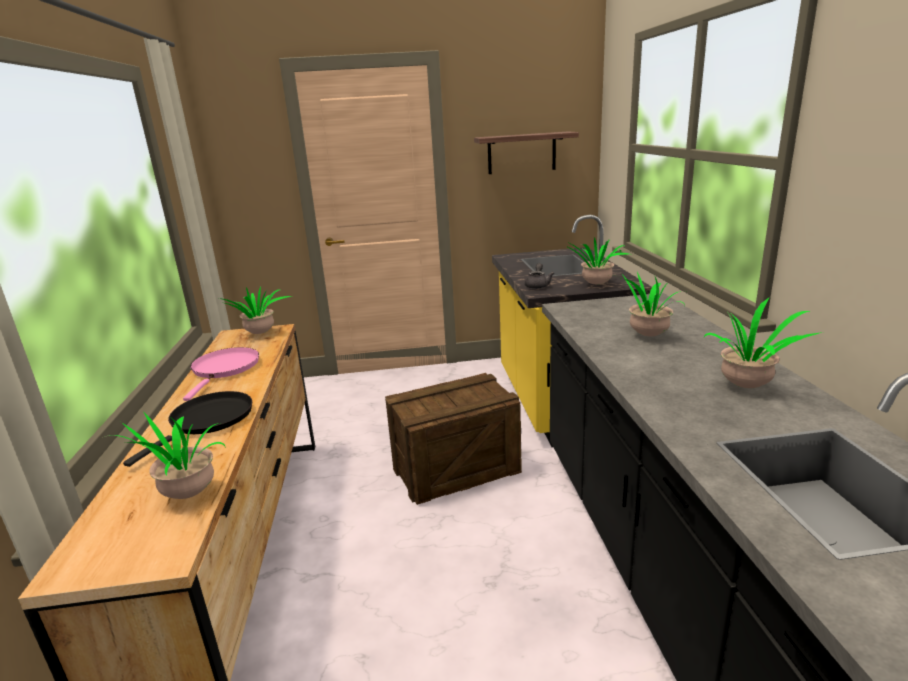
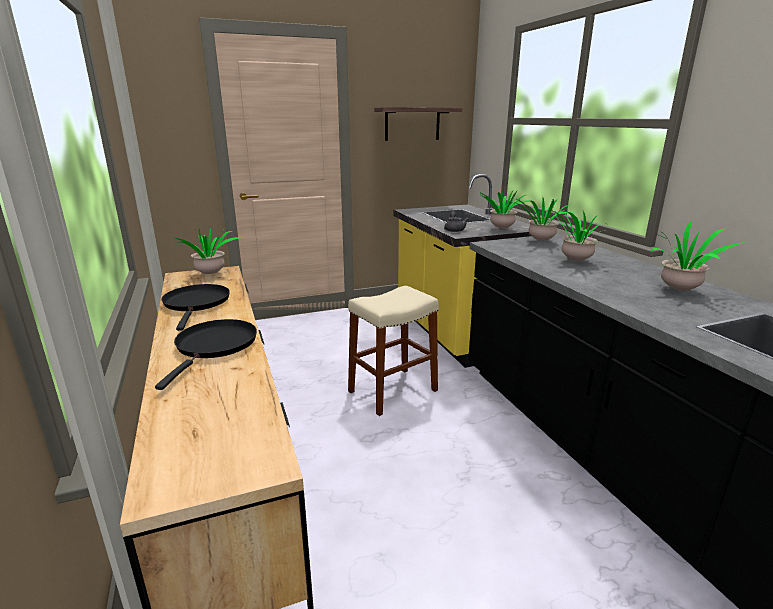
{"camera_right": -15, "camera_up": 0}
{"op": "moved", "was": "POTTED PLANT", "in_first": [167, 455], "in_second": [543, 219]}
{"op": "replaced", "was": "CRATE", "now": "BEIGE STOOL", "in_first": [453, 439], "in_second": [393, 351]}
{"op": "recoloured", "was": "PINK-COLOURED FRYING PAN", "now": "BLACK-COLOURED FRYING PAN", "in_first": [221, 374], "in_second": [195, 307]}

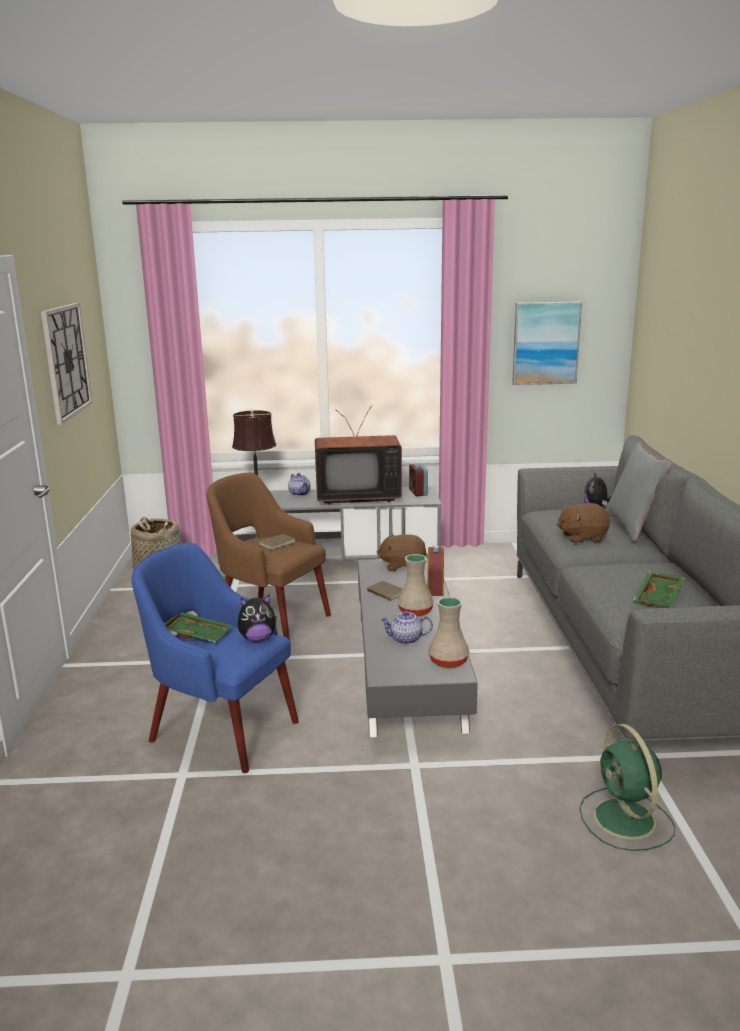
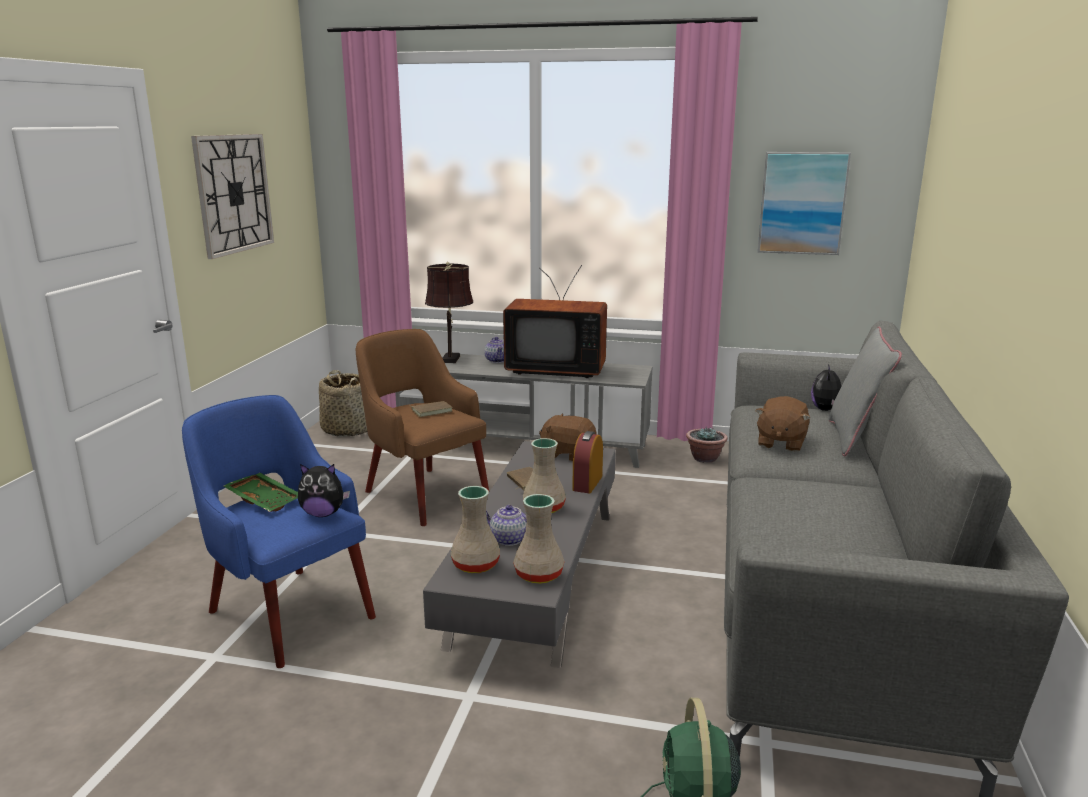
{"camera_right": 15, "camera_up": 0}
{"op": "removed", "was": "BEDSIDE CLOCK", "in_first": [418, 479]}
{"op": "removed", "was": "GREEN-COLOURED CARRYING TRAY", "in_first": [658, 588]}
{"op": "added", "now": "BEIGE DECORATIVE VASE", "in_second": [475, 529]}
{"op": "added", "now": "POTTED PLANT", "in_second": [707, 444]}
{"op": "turned", "was": "BROWN CUDDLY TOY", "in_first": [583, 523], "in_second": [782, 424], "clockwise": -75}

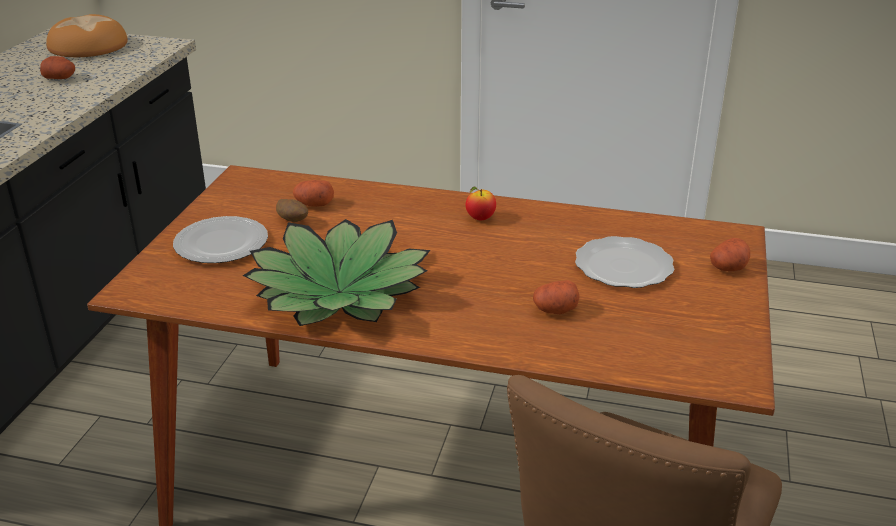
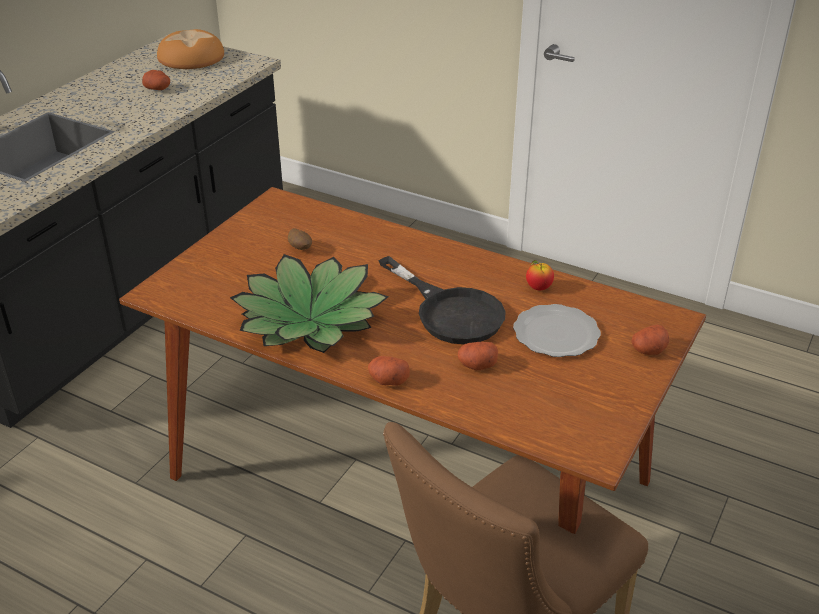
{"camera_right": 15, "camera_up": 5}
{"op": "removed", "was": "FLAT DISH", "in_first": [220, 239]}
{"op": "added", "now": "BLACK-COLOURED FRYING PAN", "in_second": [442, 300]}
{"op": "moved", "was": "SPUD", "in_first": [313, 193], "in_second": [389, 370]}
{"op": "moved", "was": "WHOLE APPLE", "in_first": [481, 203], "in_second": [540, 275]}

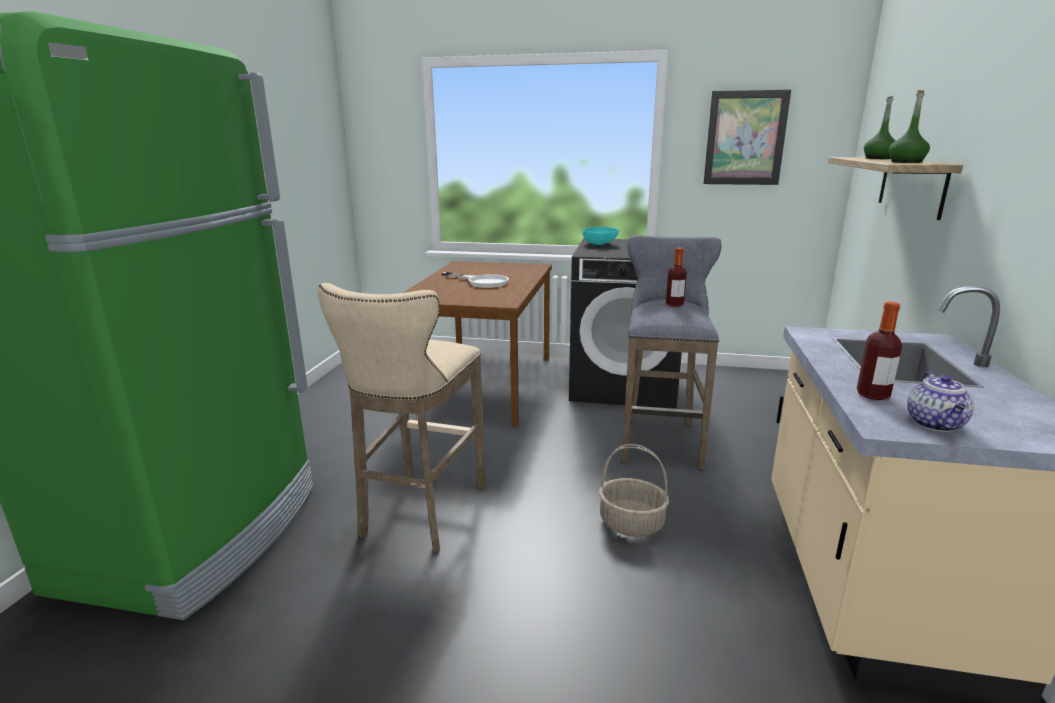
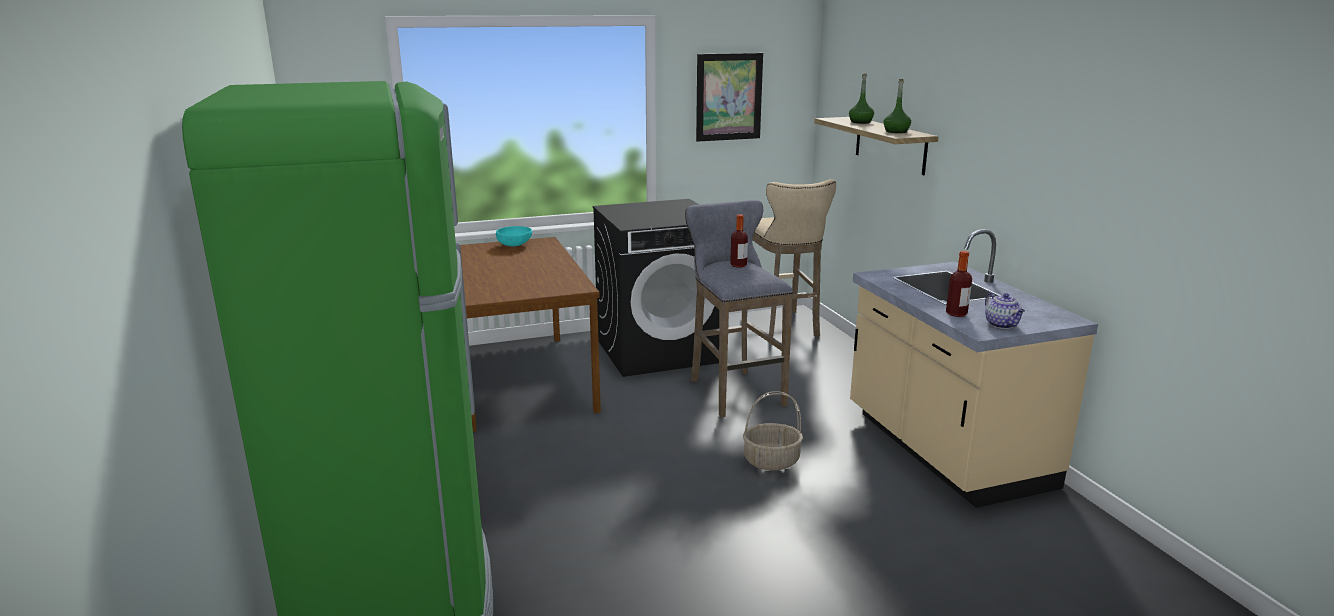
{"camera_right": -30, "camera_up": 0}
{"op": "removed", "was": "WHITE FRYING PAN", "in_first": [475, 280]}
{"op": "moved", "was": "BEIGE STOOL", "in_first": [402, 417], "in_second": [791, 258]}
{"op": "moved", "was": "BLUE-GREEN SERVING BOWL", "in_first": [601, 236], "in_second": [514, 236]}

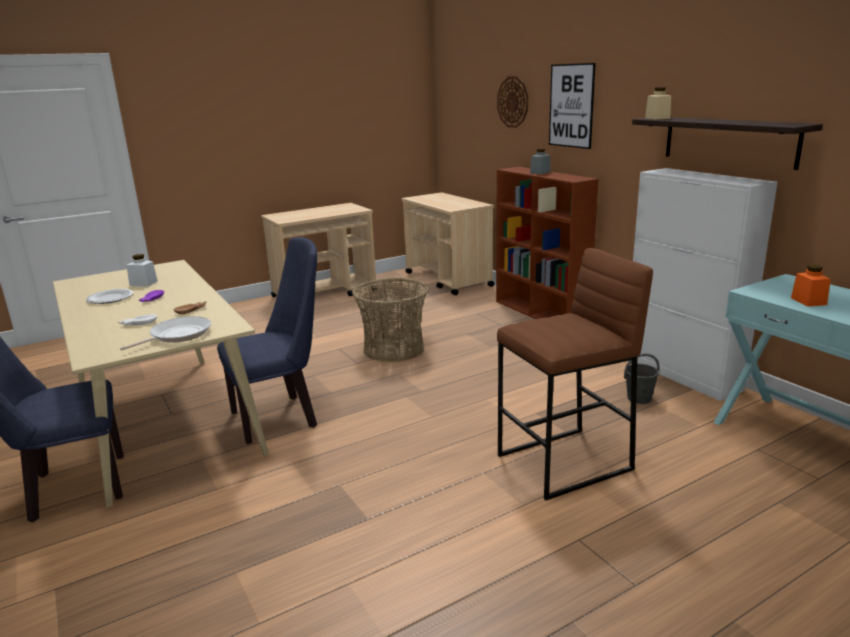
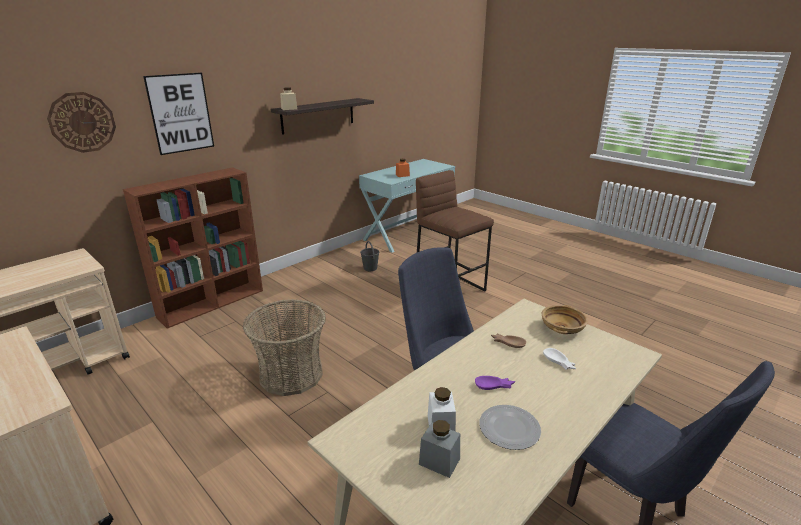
{"camera_right": -105, "camera_up": 5}
{"op": "removed", "was": "WHITE STORAGE CABINET", "in_first": [705, 284]}
{"op": "moved", "was": "GREY PRESERVE JAR", "in_first": [540, 161], "in_second": [439, 449]}
{"op": "replaced", "was": "FRYING PAN", "now": "BEIGE SERVING BOWL", "in_first": [165, 333], "in_second": [564, 319]}

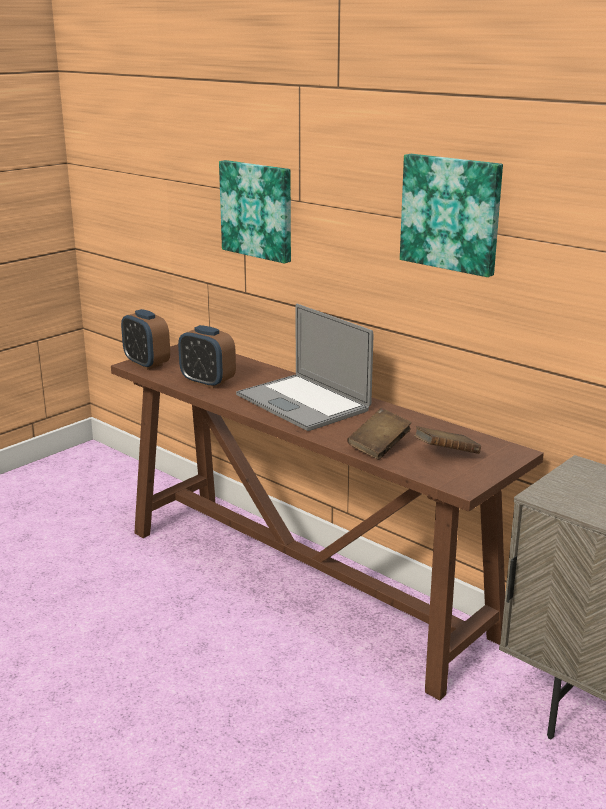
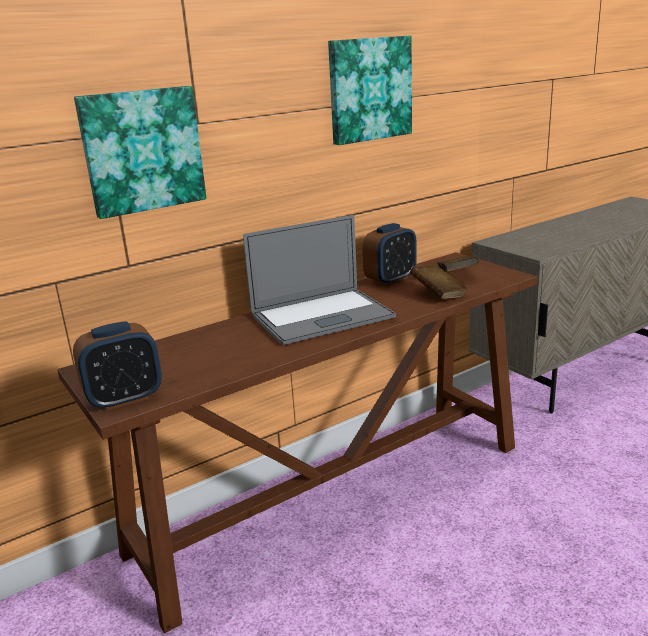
{"camera_right": -75, "camera_up": 0}
{"op": "moved", "was": "BEDSIDE CLOCK", "in_first": [207, 356], "in_second": [389, 254]}

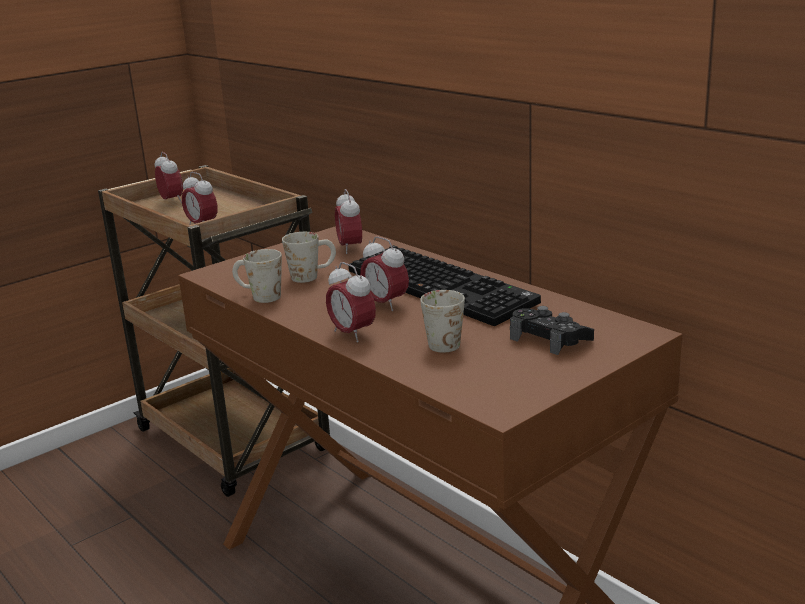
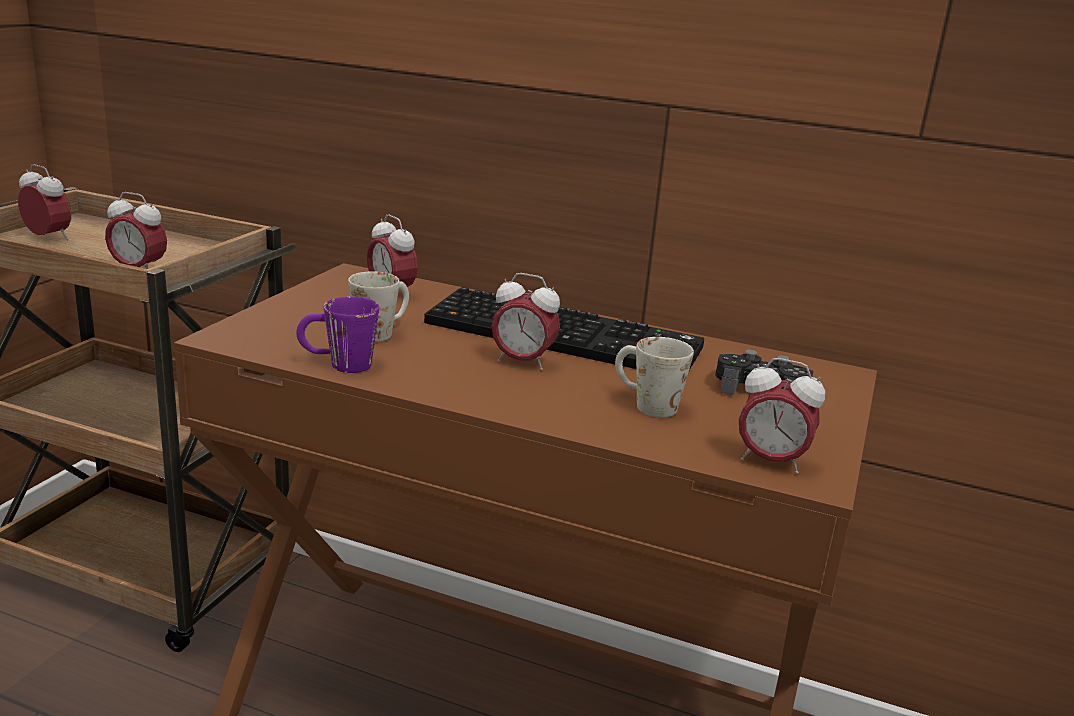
{"camera_right": -30, "camera_up": 0}
{"op": "moved", "was": "BEDSIDE CLOCK", "in_first": [351, 302], "in_second": [782, 416]}
{"op": "recoloured", "was": "WHITE MUG", "now": "PURPLE MUG", "in_first": [257, 276], "in_second": [337, 334]}

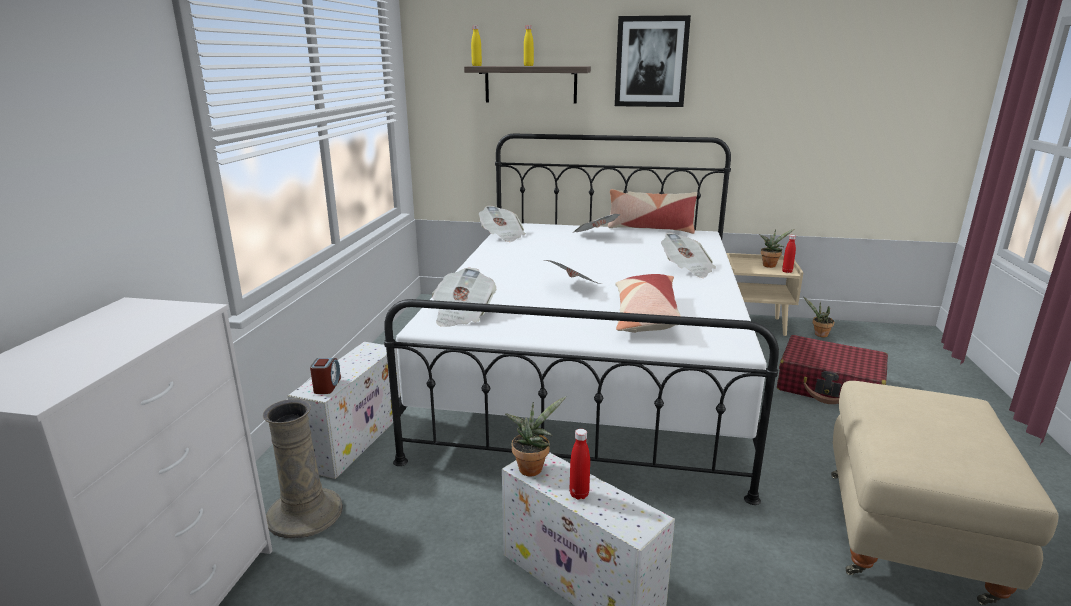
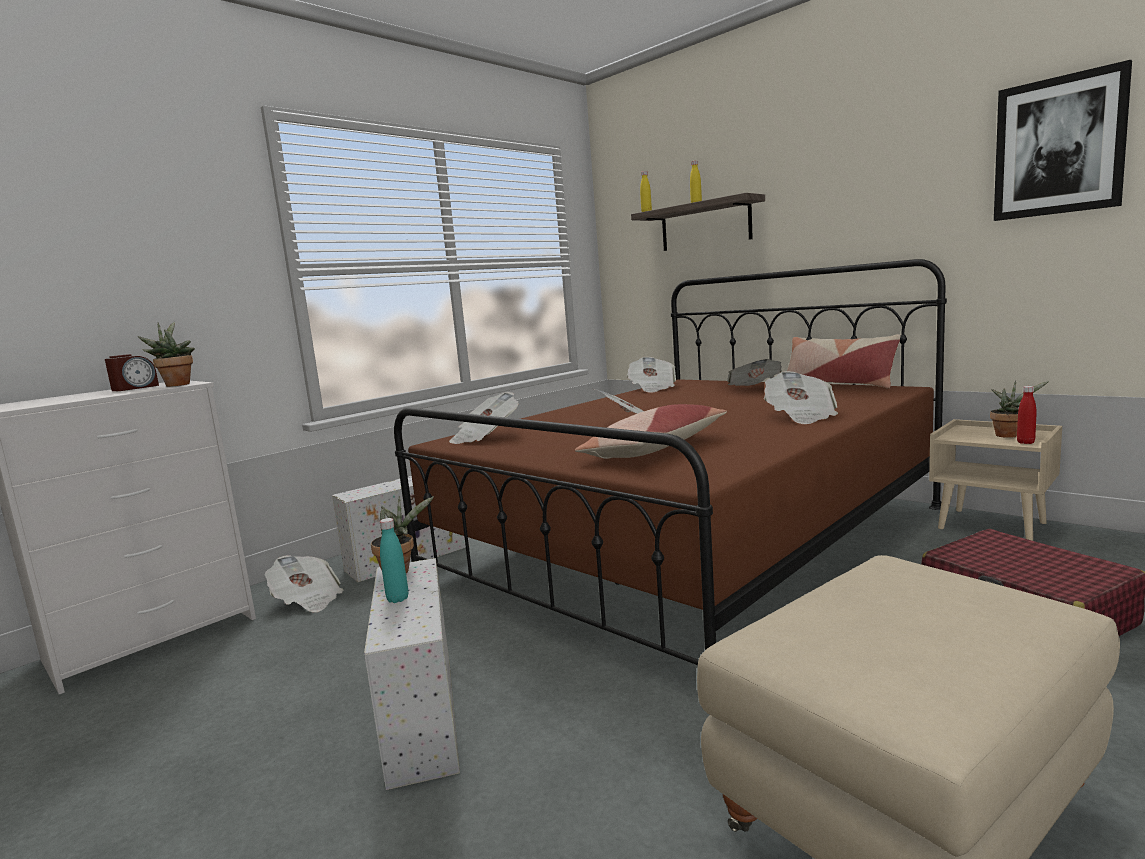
{"camera_right": 35, "camera_up": -10}
{"op": "moved", "was": "BEDSIDE CLOCK", "in_first": [325, 376], "in_second": [132, 372]}
{"op": "moved", "was": "PICTURE", "in_first": [653, 61], "in_second": [1063, 140]}
{"op": "moved", "was": "POTTED PLANT", "in_first": [819, 317], "in_second": [166, 354]}
{"op": "replaced", "was": "BEIGE DECORATIVE VASE", "now": "DAILY PAPER", "in_first": [303, 468], "in_second": [304, 583]}
{"op": "recoloured", "was": "WHITE BEDROOM BED", "now": "BROWN BEDROOM BED", "in_first": [581, 319], "in_second": [670, 462]}
{"op": "recoloured", "was": "RED-COLOURED DRINK BOTTLE", "now": "BLUE-GREEN DRINK BOTTLE", "in_first": [580, 464], "in_second": [394, 560]}

